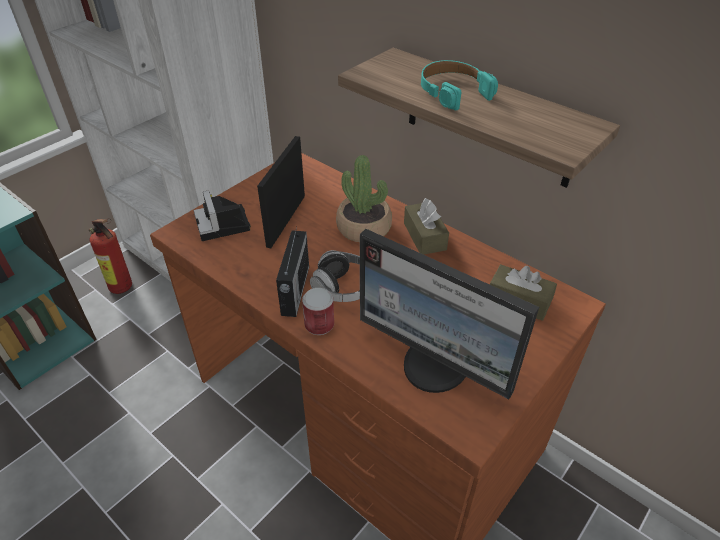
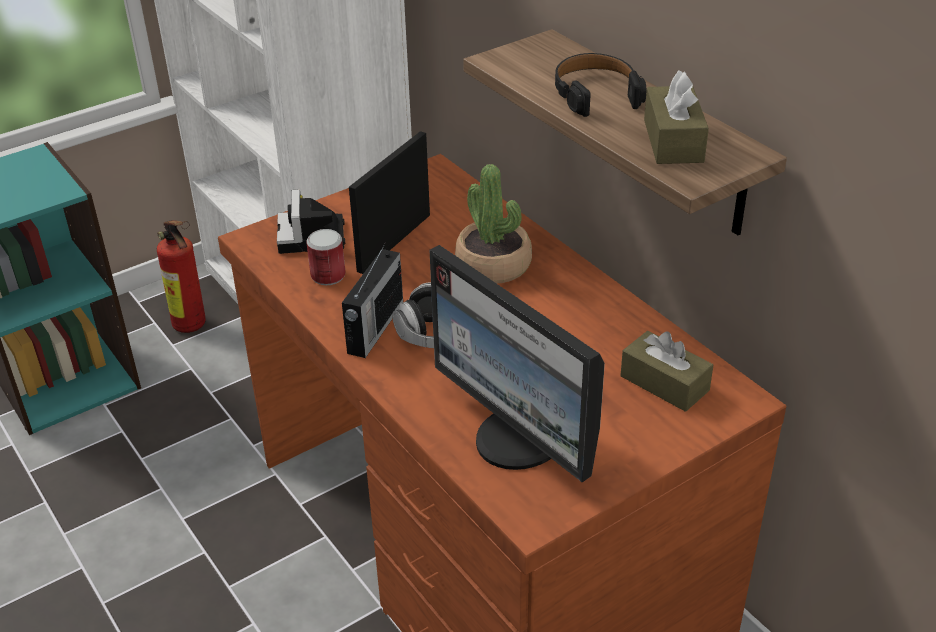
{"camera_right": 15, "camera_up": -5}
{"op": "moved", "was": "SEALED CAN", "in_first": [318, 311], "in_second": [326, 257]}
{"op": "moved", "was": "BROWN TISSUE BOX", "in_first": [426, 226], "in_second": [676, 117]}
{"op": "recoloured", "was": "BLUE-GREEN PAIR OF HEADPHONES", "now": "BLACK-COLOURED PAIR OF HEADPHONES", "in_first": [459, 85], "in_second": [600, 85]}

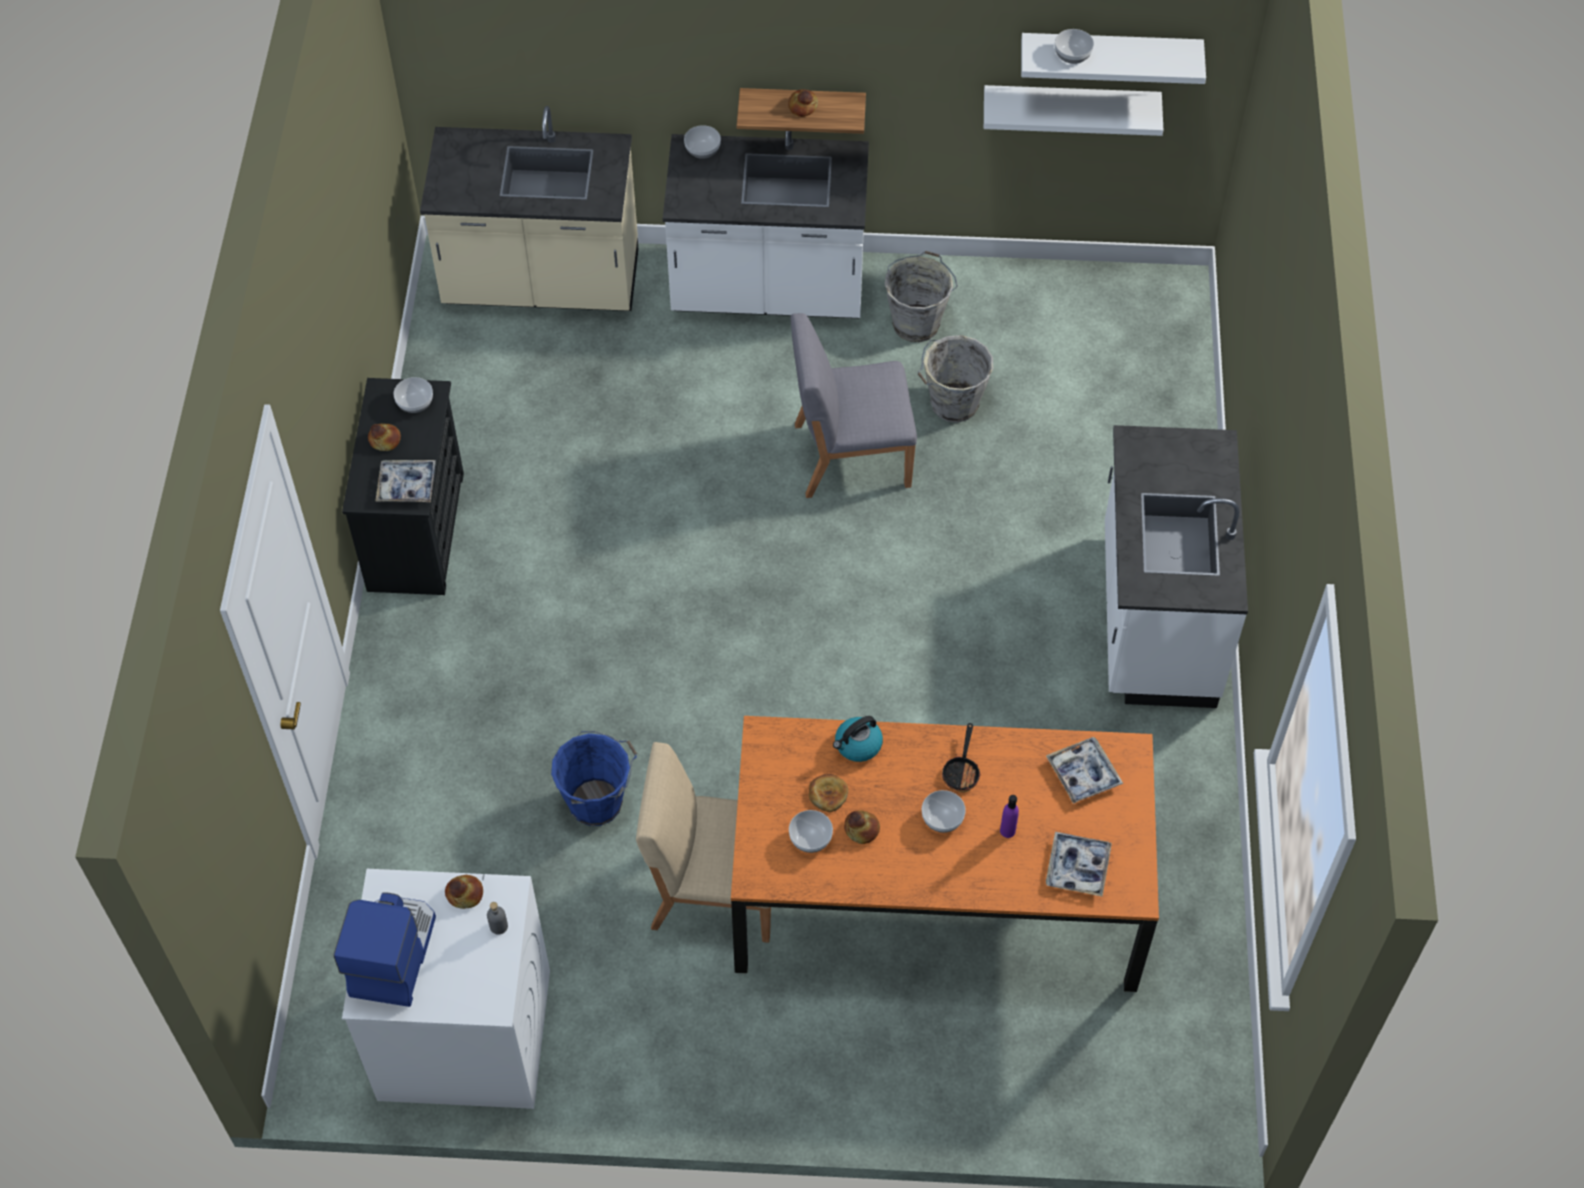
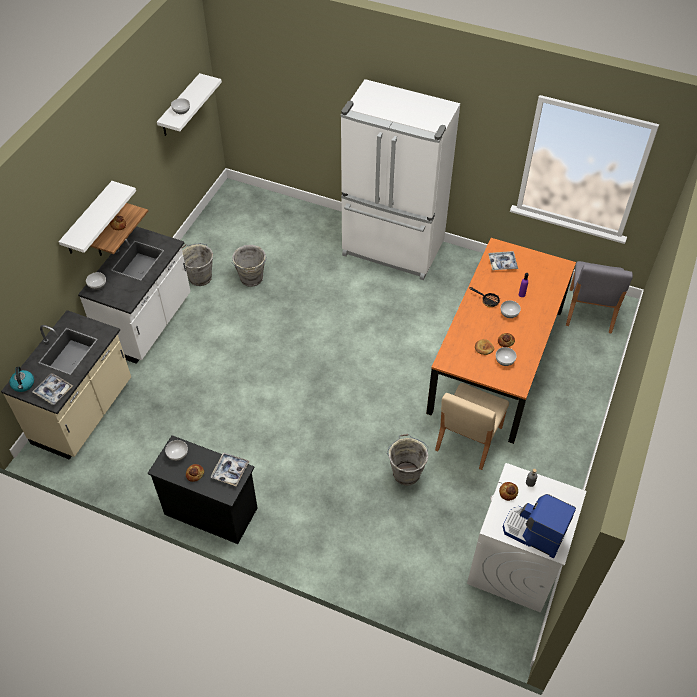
{"camera_right": -70, "camera_up": -5}
{"op": "moved", "was": "GREY PLAIN CHAIR", "in_first": [854, 405], "in_second": [599, 297]}
{"op": "moved", "was": "TEA KETTLE", "in_first": [858, 739], "in_second": [21, 379]}
{"op": "moved", "was": "WHITE SHELF", "in_first": [1073, 110], "in_second": [97, 217]}
{"op": "moved", "was": "CARRYING TRAY", "in_first": [1079, 864], "in_second": [52, 389]}
{"op": "replaced", "was": "WHITE KITCHEN COUNTER", "now": "WHITE FRIDGE", "in_first": [1176, 566], "in_second": [400, 179]}
{"op": "recoloured", "was": "BLUE-COLOURED BUCKET", "now": "GREY BUCKET", "in_first": [594, 778], "in_second": [408, 460]}

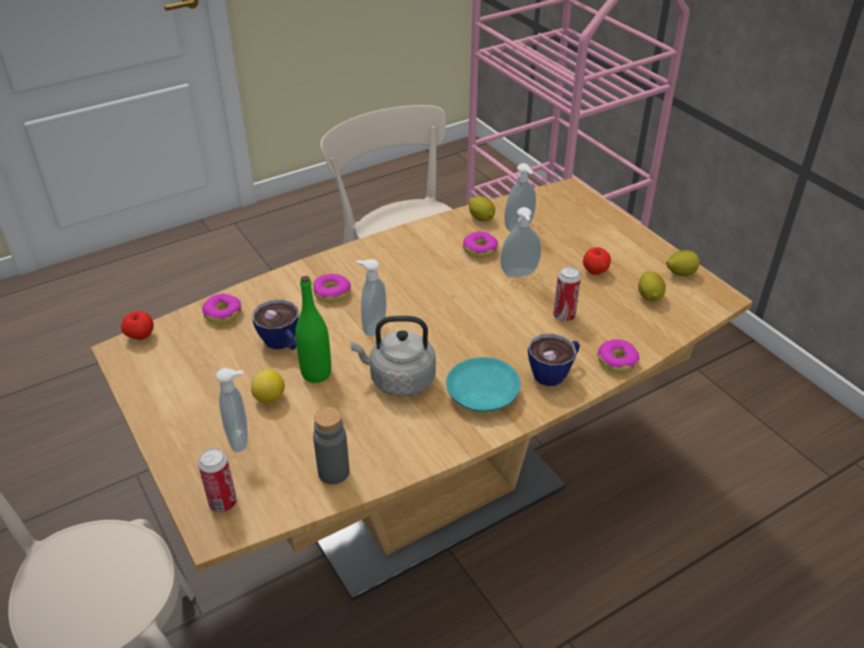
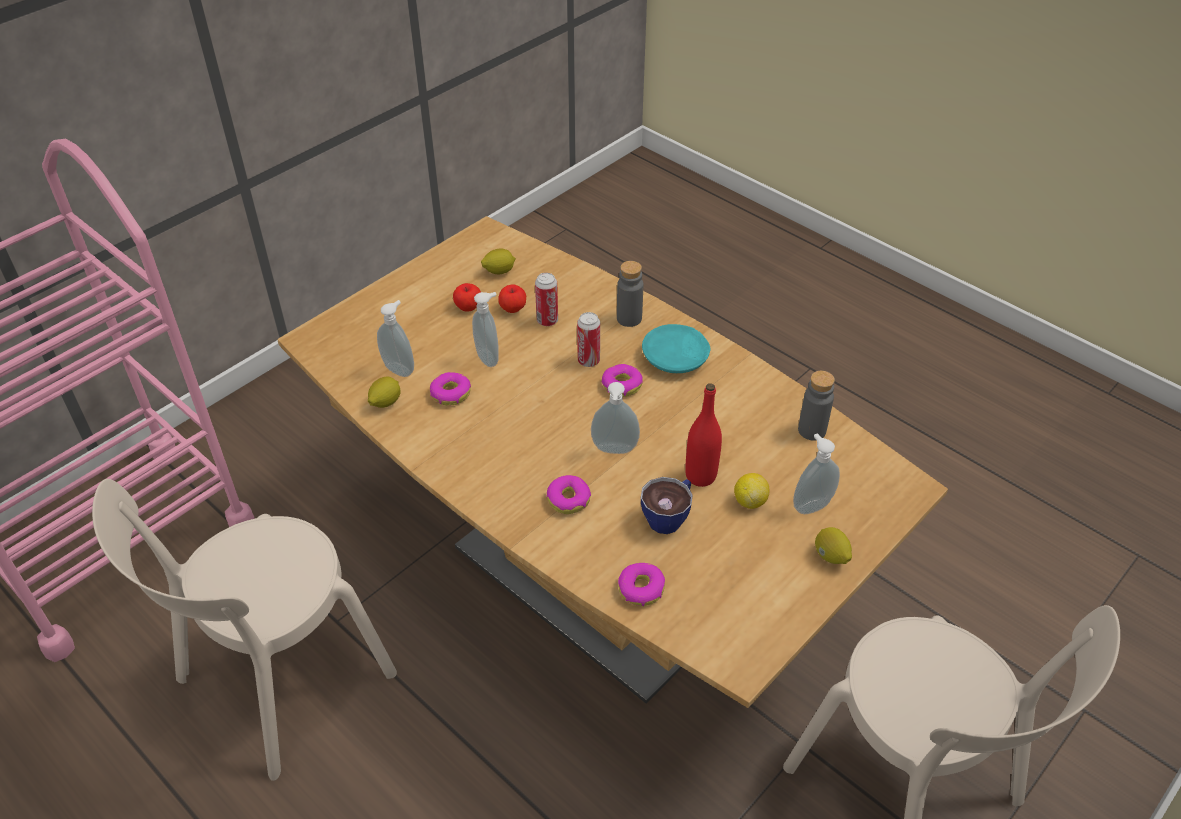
{"camera_right": -105, "camera_up": 5}
{"op": "removed", "was": "GREY TEA KETTLE", "in_first": [393, 356]}
{"op": "moved", "was": "WHOLE APPLE", "in_first": [137, 325], "in_second": [512, 298]}
{"op": "moved", "was": "SEALED CAN", "in_first": [217, 480], "in_second": [588, 339]}
{"op": "moved", "was": "DOUGHNUT", "in_first": [618, 356], "in_second": [622, 380]}
{"op": "moved", "was": "WHOLE LEMON", "in_first": [683, 263], "in_second": [833, 545]}
{"op": "replaced", "was": "CUP", "now": "GREY DRINK BOTTLE", "in_first": [554, 360], "in_second": [630, 294]}
{"op": "recoloured", "was": "GREEN-COLOURED DRINK BOTTLE", "now": "RED-COLOURED DRINK BOTTLE", "in_first": [313, 329], "in_second": [703, 435]}

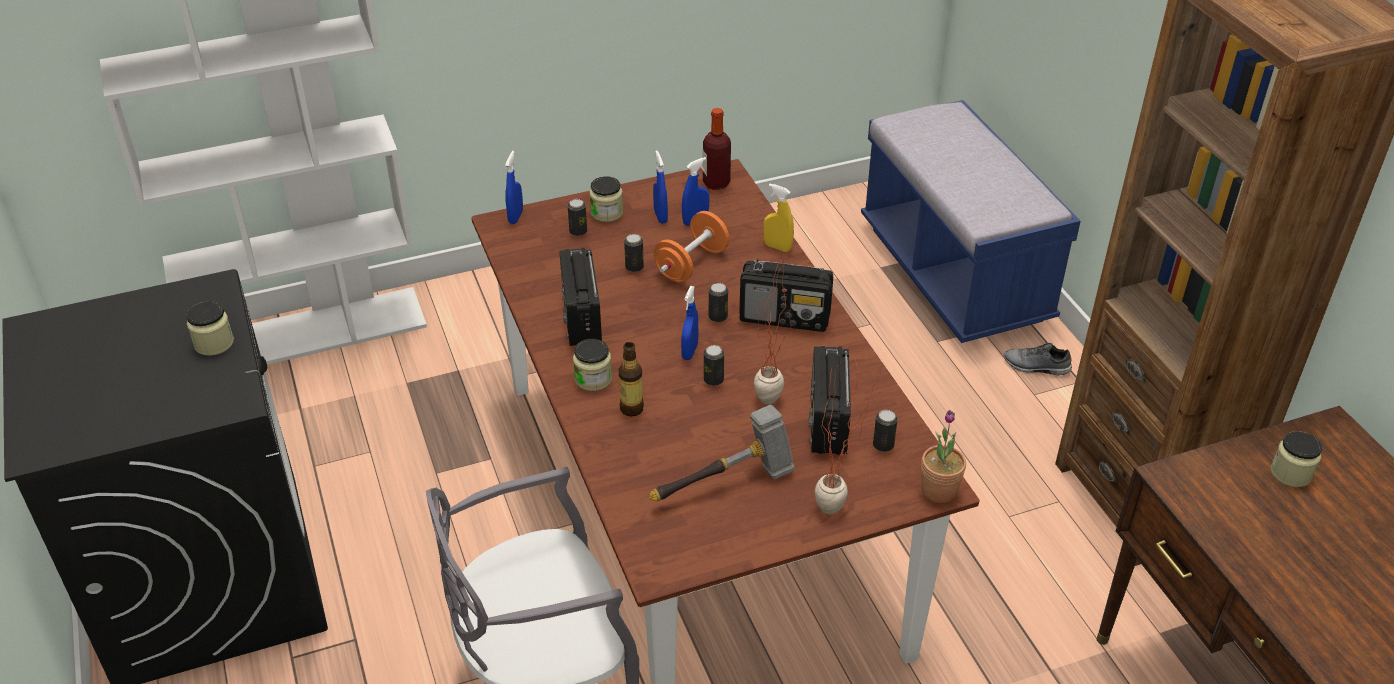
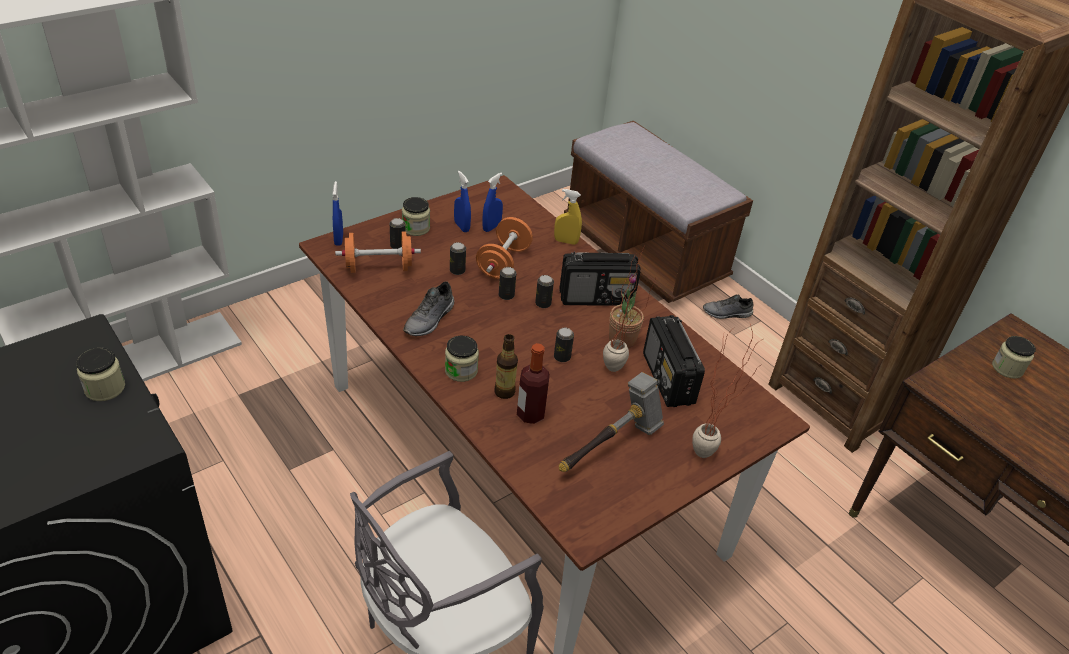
{"camera_right": -20, "camera_up": 0}
{"op": "removed", "was": "BLUE-COLOURED SPRAYER", "in_first": [689, 323]}
{"op": "added", "now": "ORANGE FREE WEIGHT", "in_second": [378, 252]}
{"op": "moved", "was": "DRINK BOTTLE", "in_first": [717, 149], "in_second": [533, 383]}
{"op": "moved", "was": "SEALED CAN", "in_first": [885, 431], "in_second": [507, 283]}
{"op": "moved", "was": "POTTED PLANT", "in_first": [943, 456], "in_second": [626, 310]}
{"op": "replaced", "was": "RADIO RECEIVER", "now": "GREY SHOE", "in_first": [580, 297], "in_second": [428, 309]}
{"op": "recoloured", "was": "BLUE-COLOURED INDOOR BENCH", "now": "BROWN INDOOR BENCH", "in_first": [971, 221], "in_second": [658, 212]}

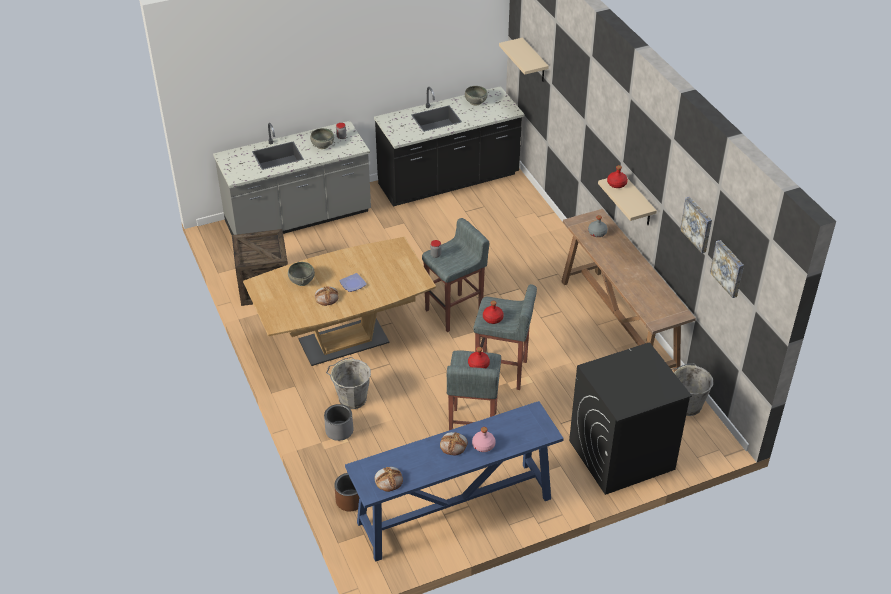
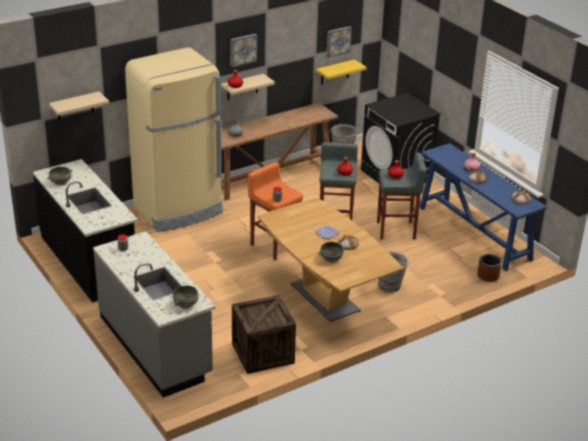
{"camera_right": -100, "camera_up": -10}
{"op": "removed", "was": "GREY PLANT POT", "in_first": [339, 422]}
{"op": "added", "now": "BEIGE FRIDGE", "in_second": [174, 139]}
{"op": "added", "now": "YELLOW SHELF", "in_second": [341, 72]}
{"op": "moved", "was": "GREY SERVING BOWL", "in_first": [322, 138], "in_second": [186, 297]}
{"op": "moved", "was": "PICTURE", "in_first": [696, 225], "in_second": [243, 50]}
{"op": "recoloured", "was": "GREY STOOL", "now": "ORANGE STOOL", "in_first": [455, 275], "in_second": [275, 211]}

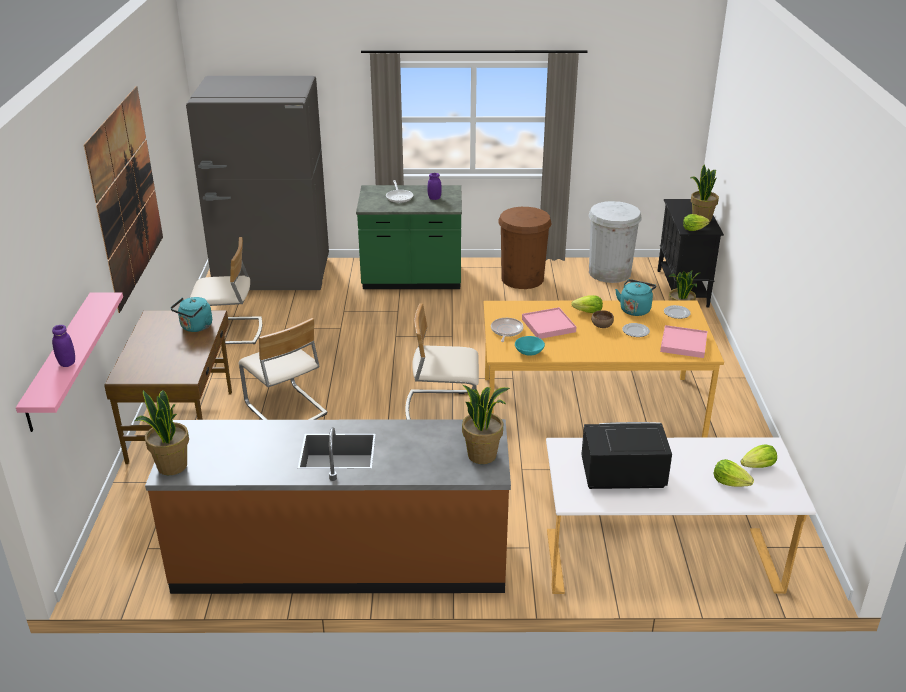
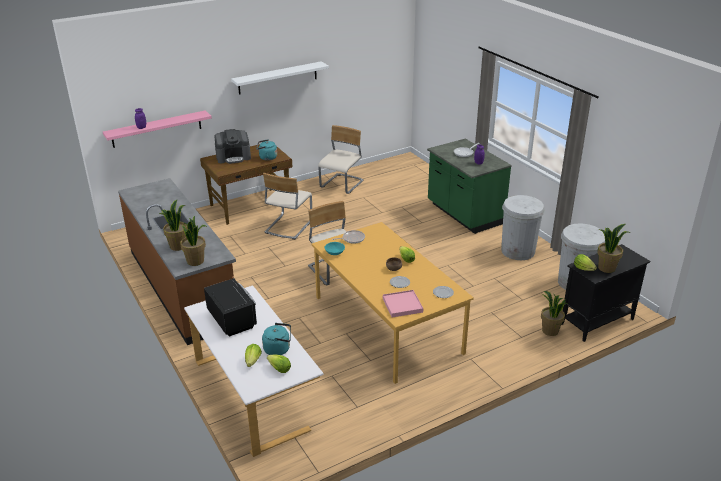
{"camera_right": 60, "camera_up": 0}
{"op": "removed", "was": "GREY FRIDGE", "in_first": [257, 183]}
{"op": "removed", "was": "PINK-COLOURED CARRYING TRAY", "in_first": [549, 323]}
{"op": "added", "now": "COFFEE MACHINE", "in_second": [232, 146]}
{"op": "moved", "was": "POTTED PLANT", "in_first": [162, 432], "in_second": [173, 225]}
{"op": "moved", "was": "BLUE-GREEN TEA KETTLE", "in_first": [635, 297], "in_second": [276, 339]}
{"op": "replaced", "was": "PICTURE", "now": "WHITE SHELF", "in_first": [123, 199], "in_second": [280, 78]}
{"op": "recoloured", "was": "BROWN RUBBISH BIN", "now": "WHITE RUBBISH BIN", "in_first": [525, 248], "in_second": [523, 227]}
{"op": "turned", "was": "BEIGE PLAIN CHAIR", "in_first": [226, 290], "in_second": [341, 159], "clockwise": -120}

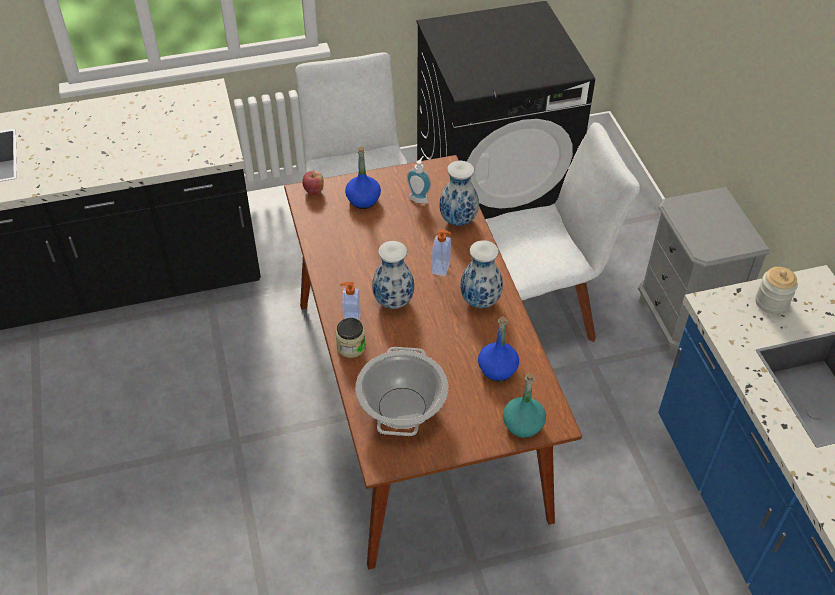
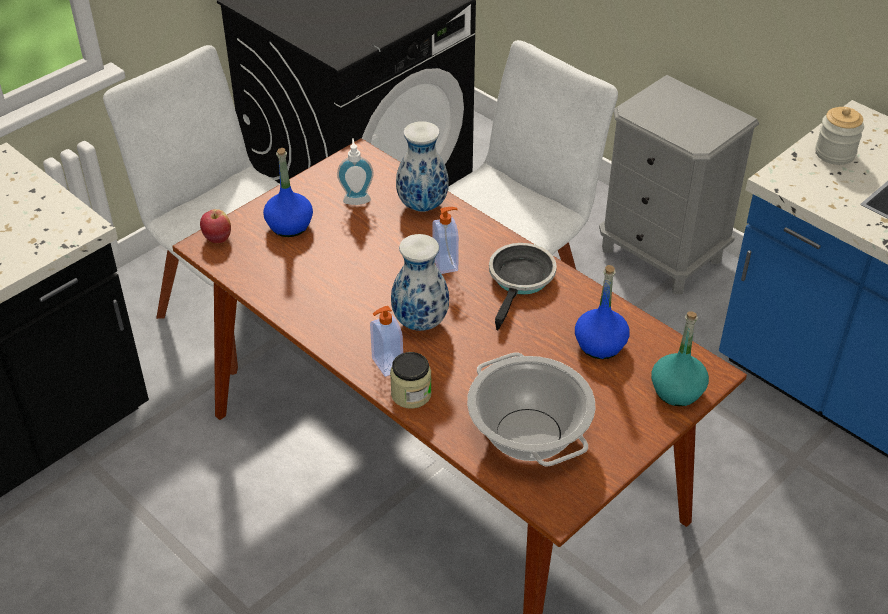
{"camera_right": -30, "camera_up": -5}
{"op": "replaced", "was": "DECORATIVE VASE", "now": "FRYING PAN", "in_first": [481, 274], "in_second": [523, 286]}

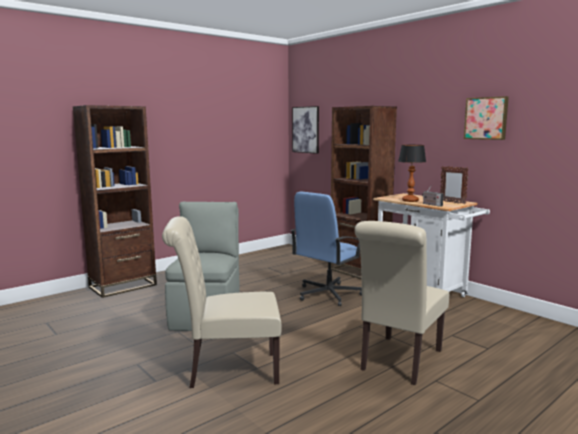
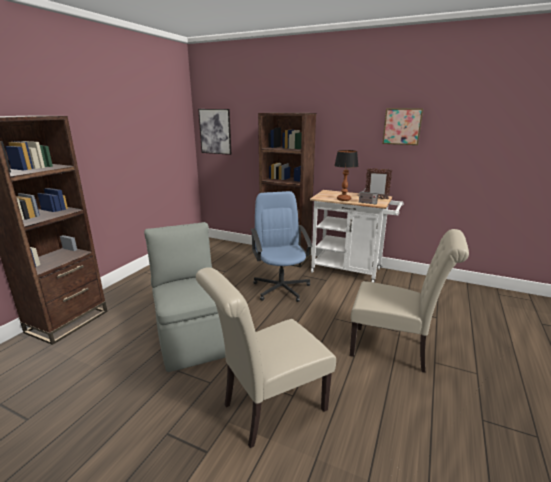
{"camera_right": -25, "camera_up": 10}
{"op": "turned", "was": "BLUE-COLOURED DESK CHAIR", "in_first": [326, 249], "in_second": [282, 246], "clockwise": 150}
{"op": "turned", "was": "BEIGE PLAIN CHAIR", "in_first": [402, 303], "in_second": [409, 301], "clockwise": -75}

